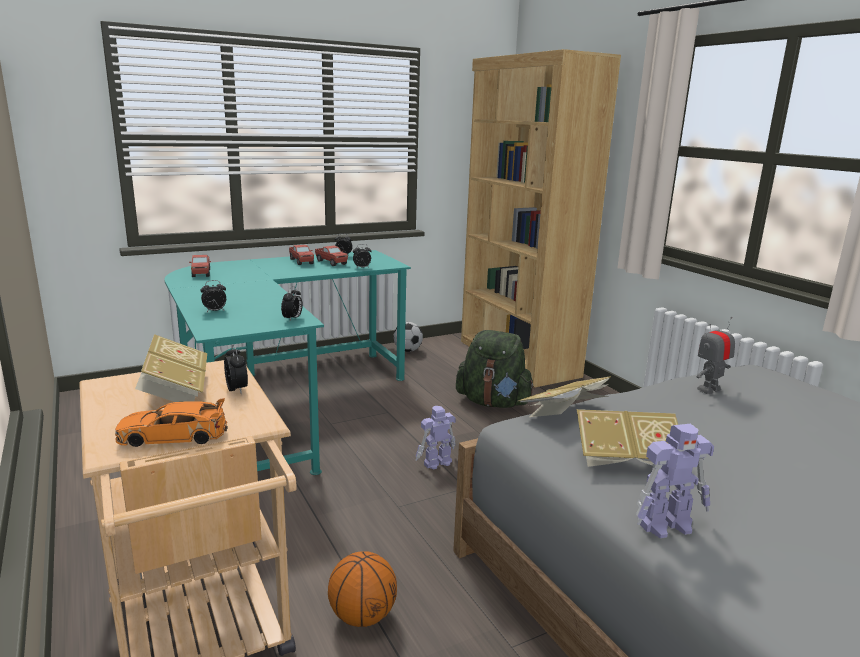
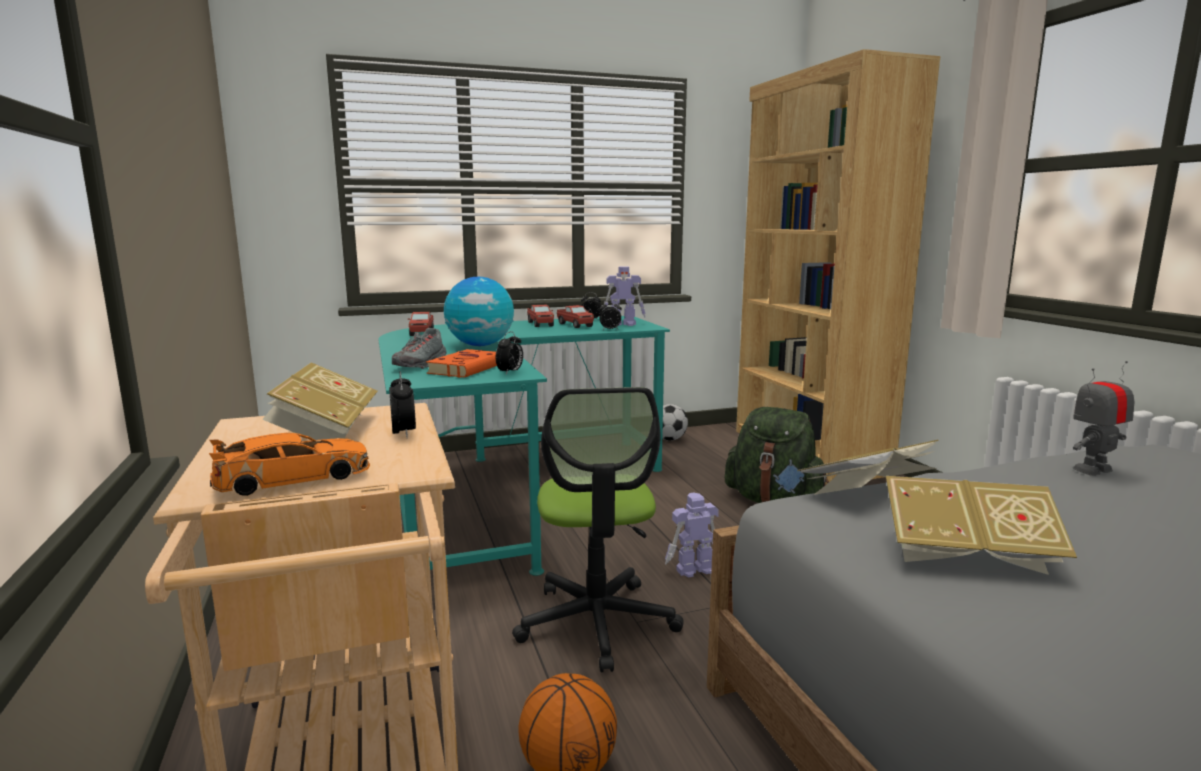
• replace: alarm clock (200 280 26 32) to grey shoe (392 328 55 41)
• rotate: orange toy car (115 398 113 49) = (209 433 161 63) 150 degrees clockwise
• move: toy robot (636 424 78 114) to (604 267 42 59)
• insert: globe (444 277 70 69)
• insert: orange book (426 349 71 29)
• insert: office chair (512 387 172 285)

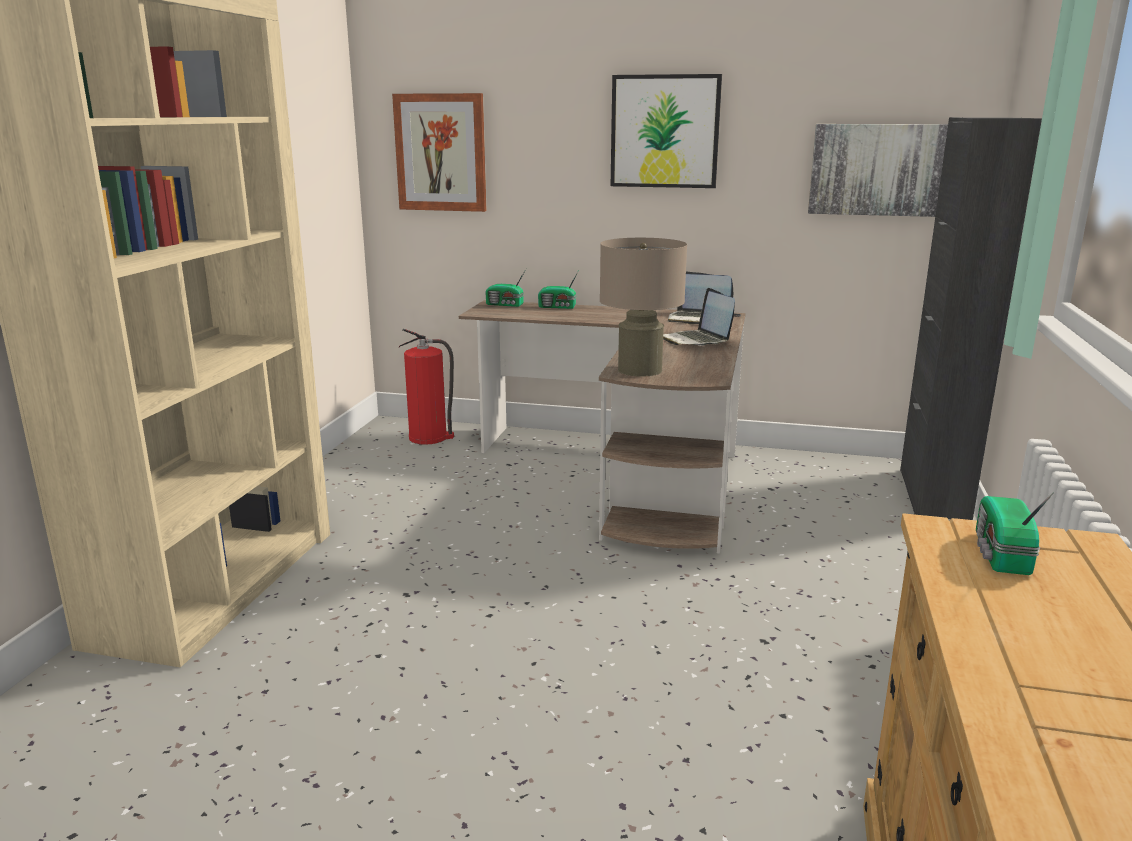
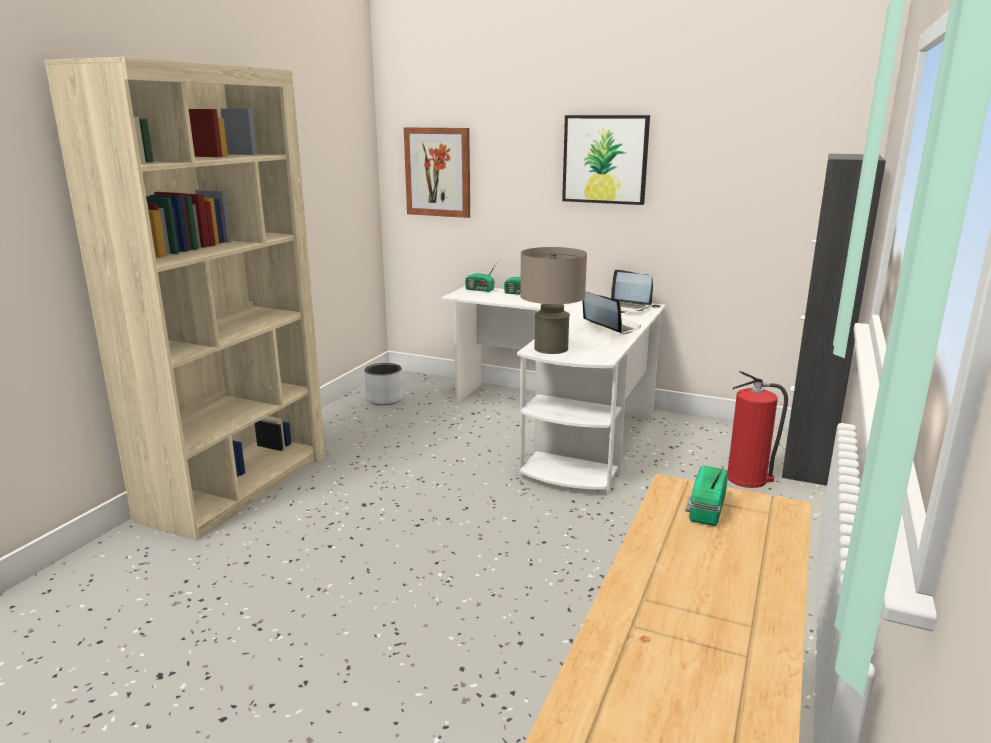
• delete: picture (808 124 140 93)
• rotate: laptop (663 288 72 58) = (583 292 58 42) 150 degrees clockwise
• recolor: brown desk (459 300 287 254) to white desk (441 286 225 209)
• move: fire extinguisher (399 329 55 116) to (728 371 60 117)
• insert: grey planter (365 363 38 42)

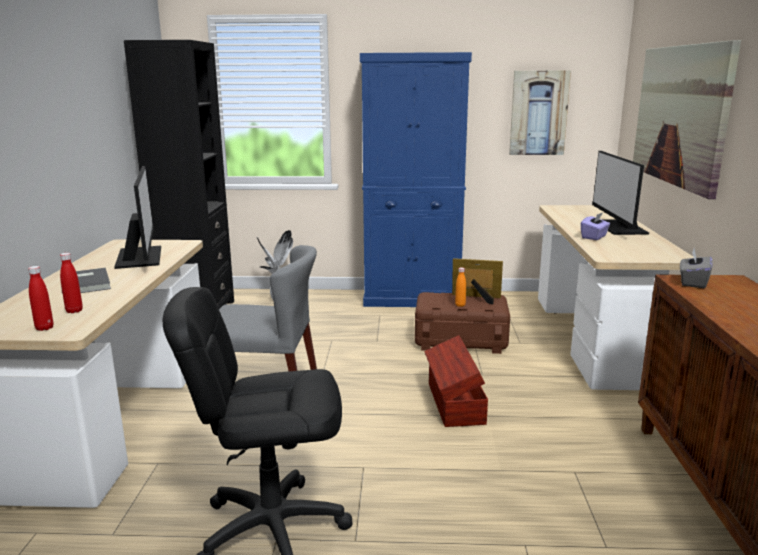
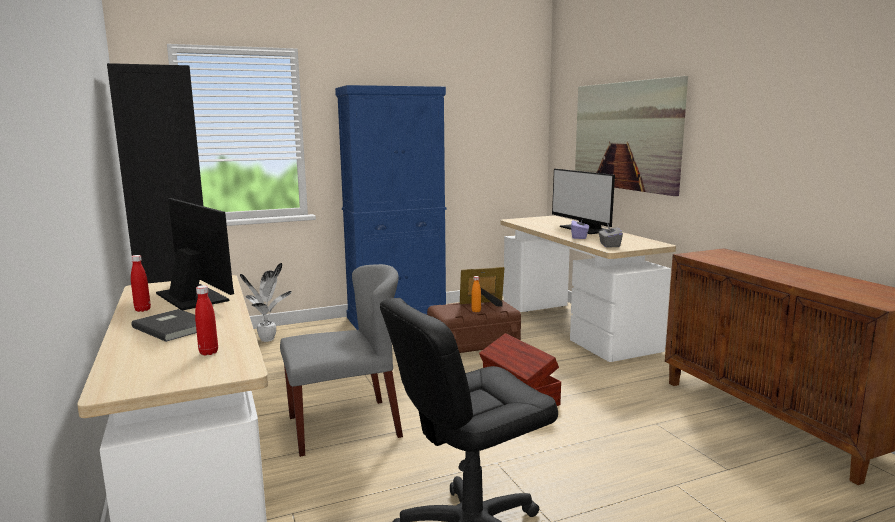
• delete: picture (509 70 62 85)
• move: grey tissue box (680 249 33 39) to (598 223 25 24)
• move: red bottle (28 266 26 65) to (131 255 20 57)

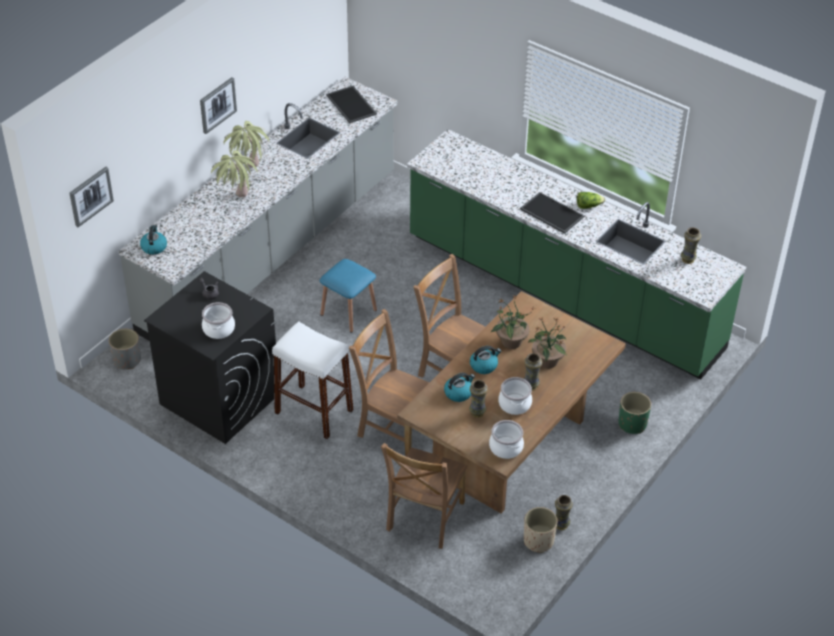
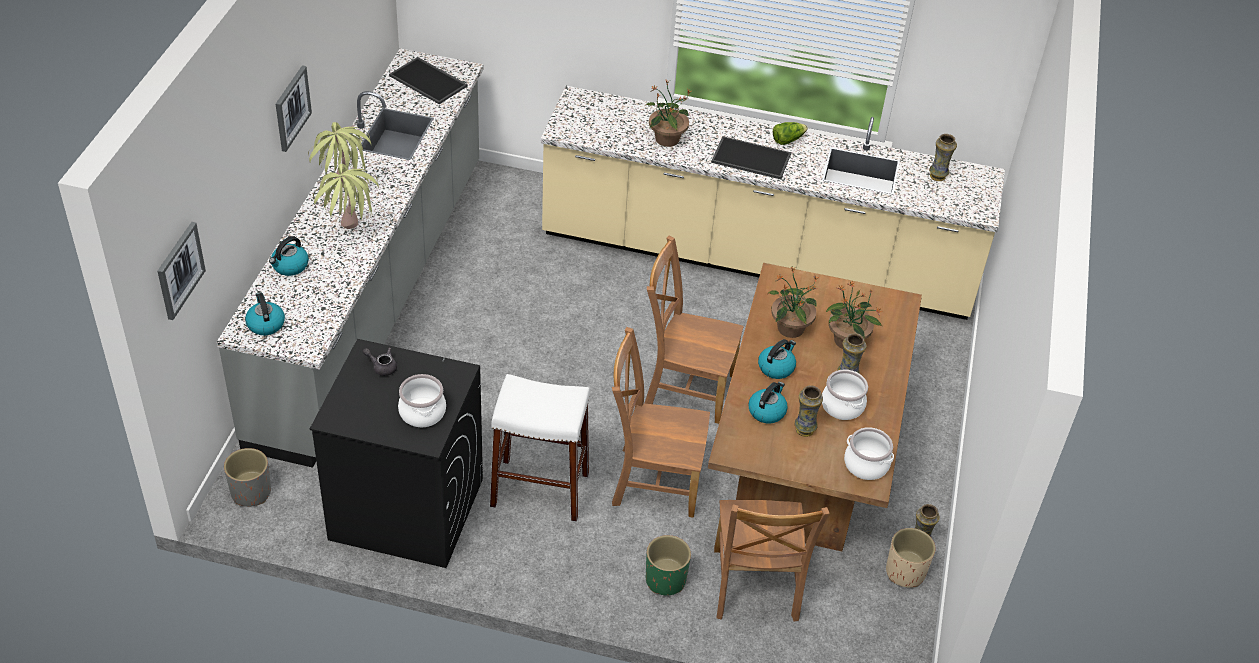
• recolor: green counter (407 129 339 250) to beige counter (541 86 464 234)
• delete: blue stool (320 259 57 74)
• move: green planter (618 392 33 42) to (646 535 45 61)
• insert: potted plant (646 79 45 68)
• insert: kettle (269 236 40 40)

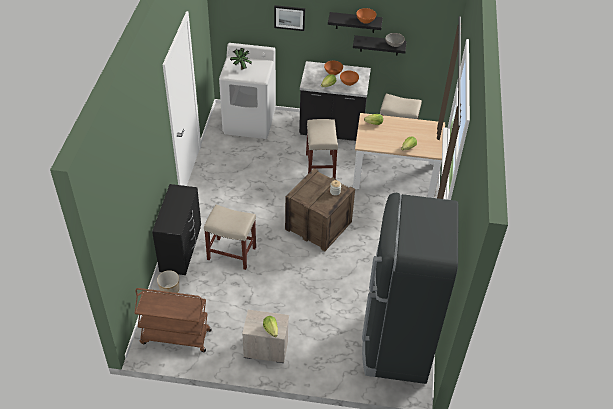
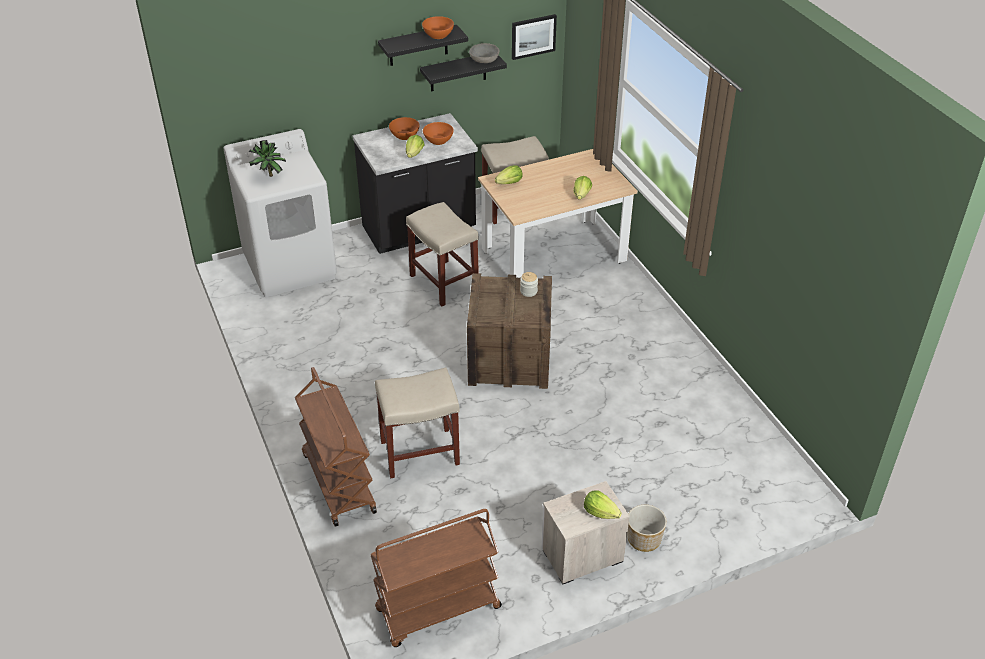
• move: picture (274 5 31 26) to (512 14 45 46)
• replace: black dresser (152 184 49 91) to brown cart (295 367 82 160)
• delete: black fridge (362 193 97 191)
• move: planter (157 270 22 25) to (628 505 39 47)

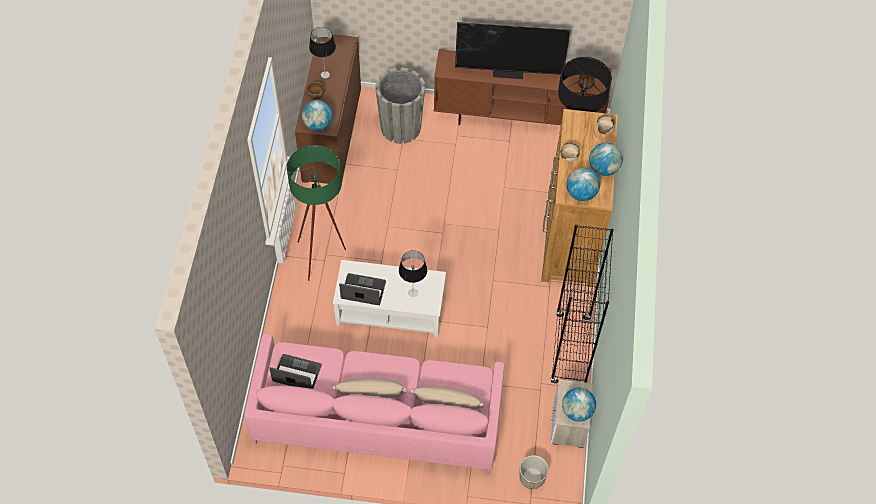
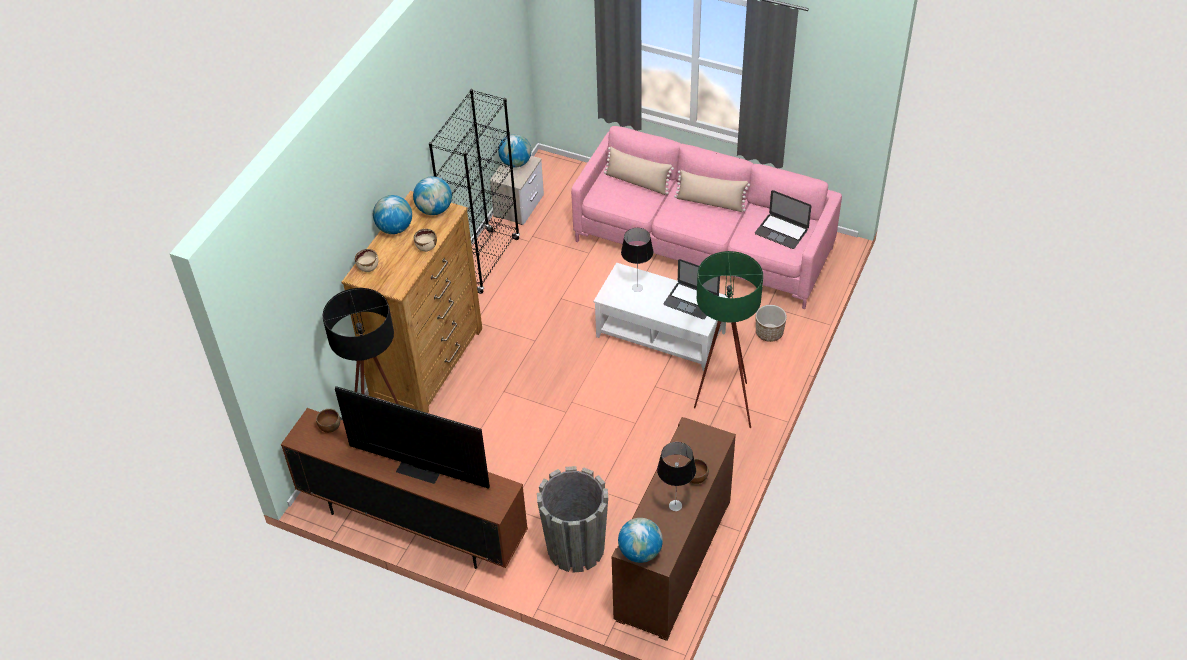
• move: globe (302 100 30 31) to (618 518 45 45)
• move: planter (519 455 30 34) to (756 305 31 37)

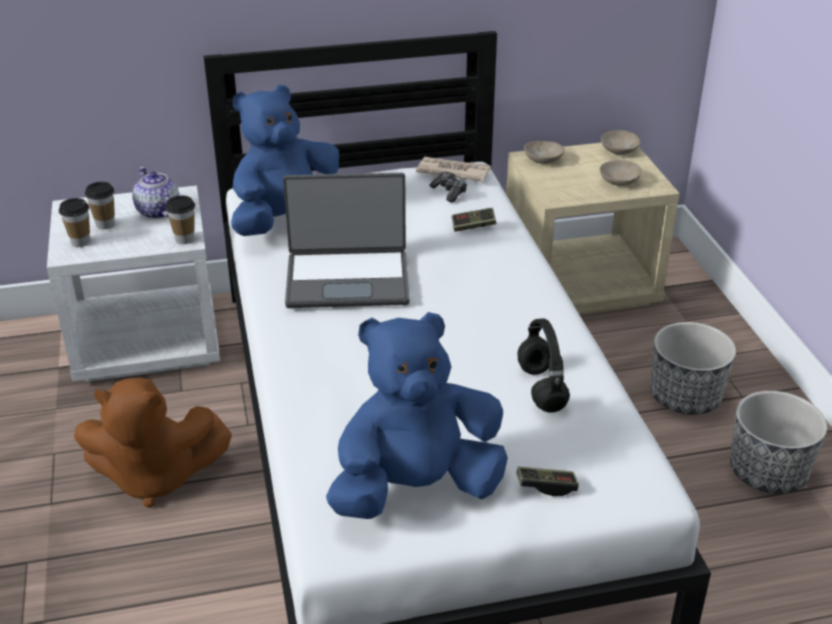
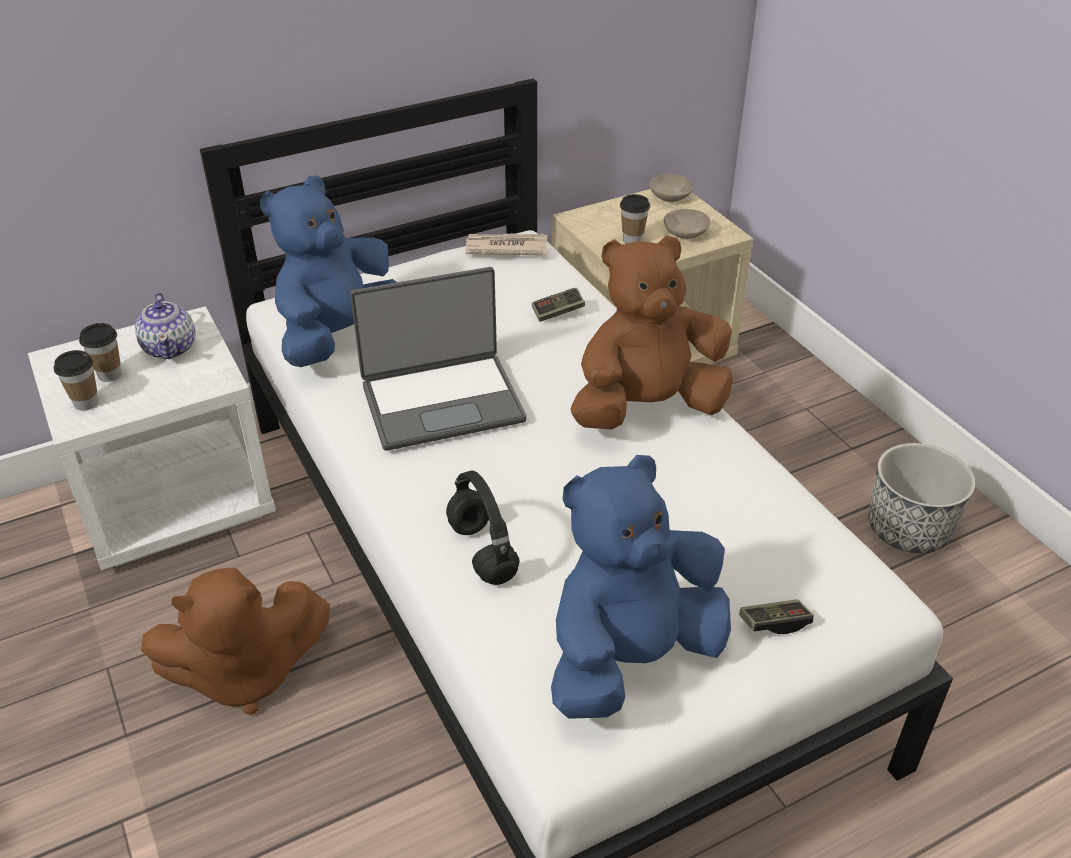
• delete: beige bowl (524 141 41 23)
• rotate: teapot (132 167 48 52) = (135 293 61 66) 150 degrees counterclockwise
• delete: game controller (429 172 38 30)
• move: cup (165 195 30 49) to (620 194 30 50)
• move: black headphones (517 318 53 95) to (446 470 73 115)
• delete: planter (650 322 86 93)
• insert: brown plush toy (571 235 162 195)

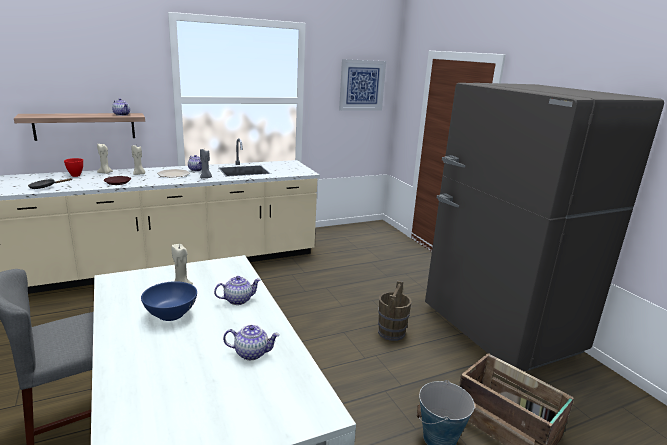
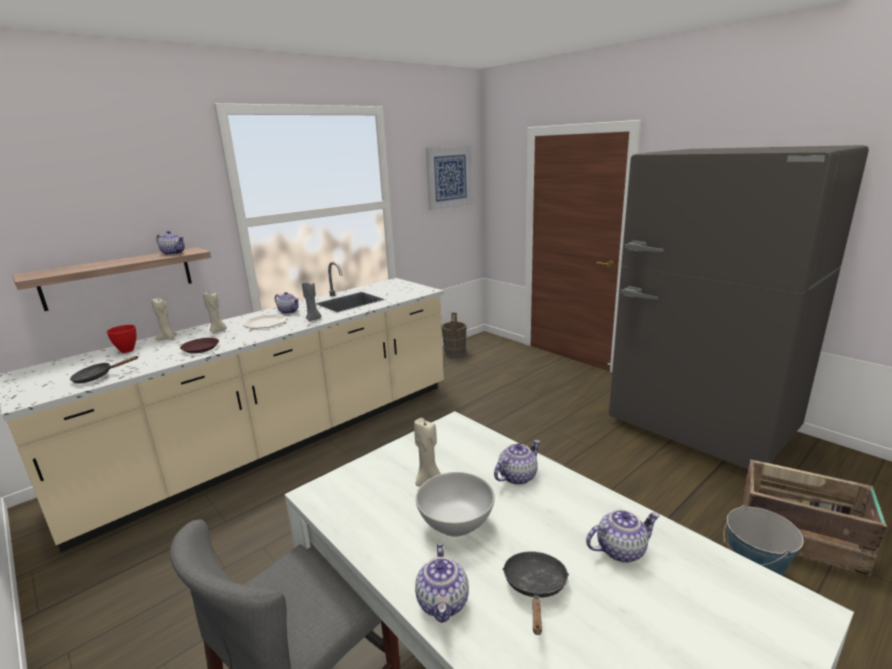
• recolor: blue bowl (141 281 56 40) to white bowl (416 472 79 65)
• move: brown bucket (378 281 34 60) to (442 312 25 46)
• insert: teapot (415 543 54 80)
• insert: black frying pan (502 551 67 84)

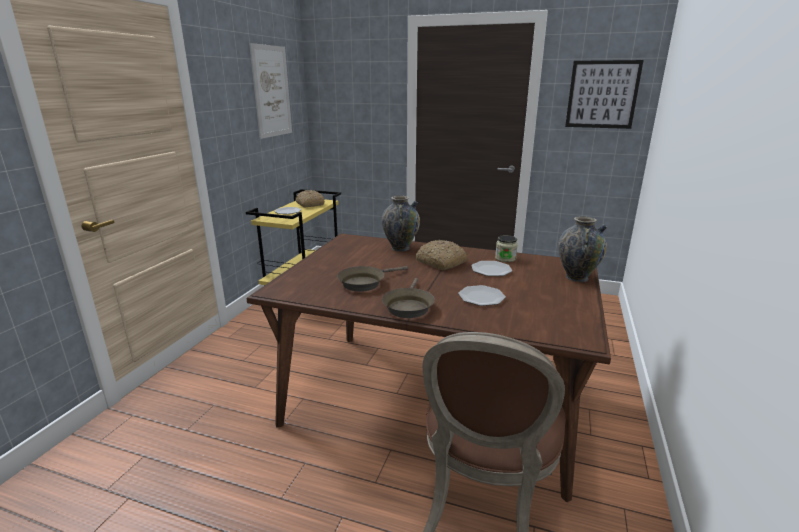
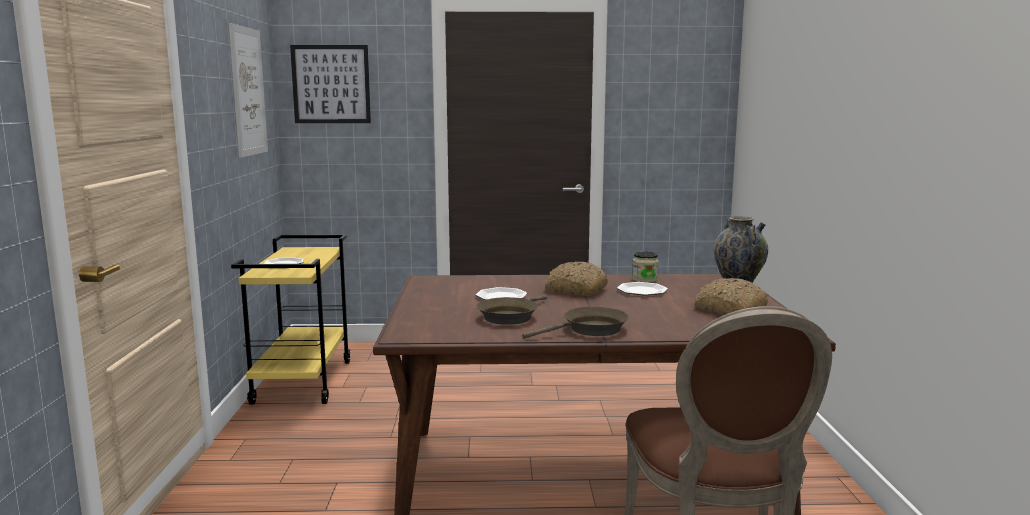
• move: picture (565 60 79 69) to (290 45 81 78)
• move: bread (295 190 30 17) to (694 278 74 36)
• delete: vase (382 196 38 55)
• rotate: brown frying pan (382 278 53 40) = (522 307 107 32) 105 degrees counterclockwise
• move: plate (458 285 48 21) to (476 287 51 13)

